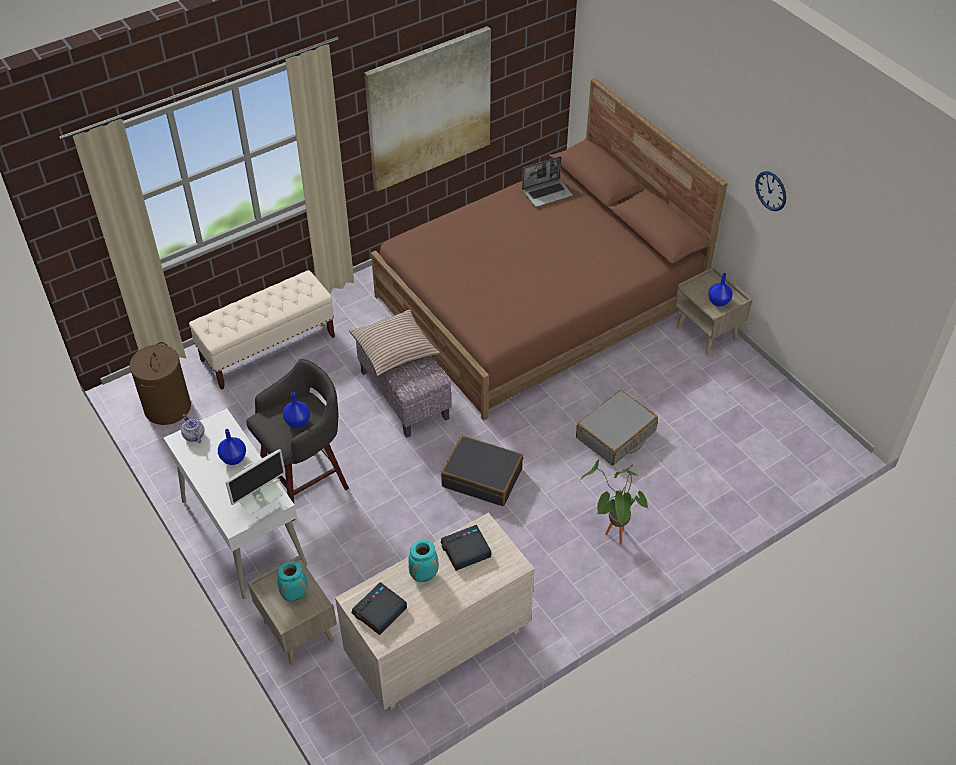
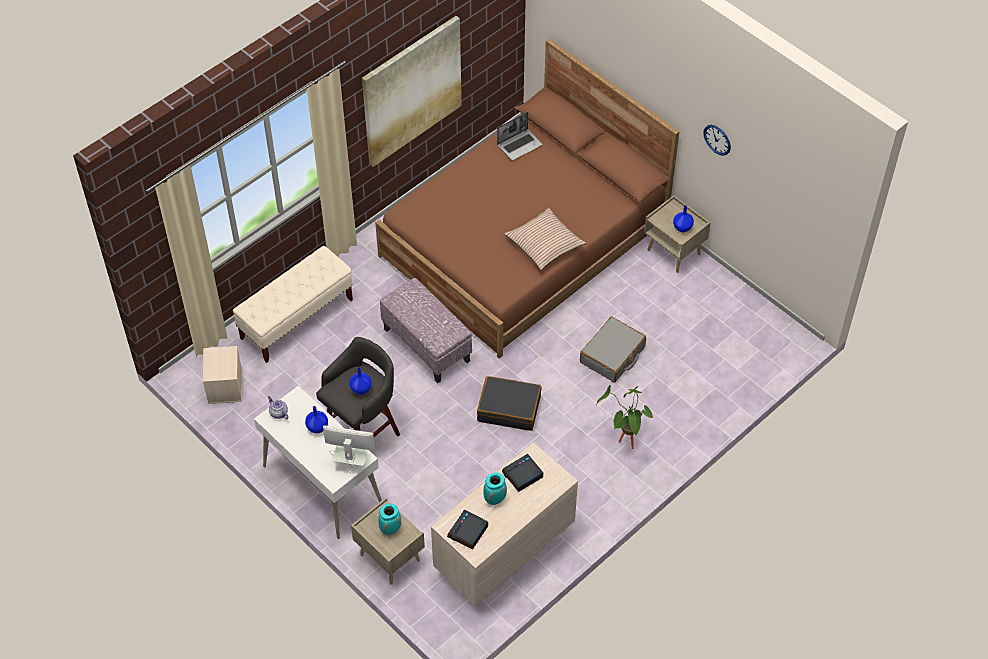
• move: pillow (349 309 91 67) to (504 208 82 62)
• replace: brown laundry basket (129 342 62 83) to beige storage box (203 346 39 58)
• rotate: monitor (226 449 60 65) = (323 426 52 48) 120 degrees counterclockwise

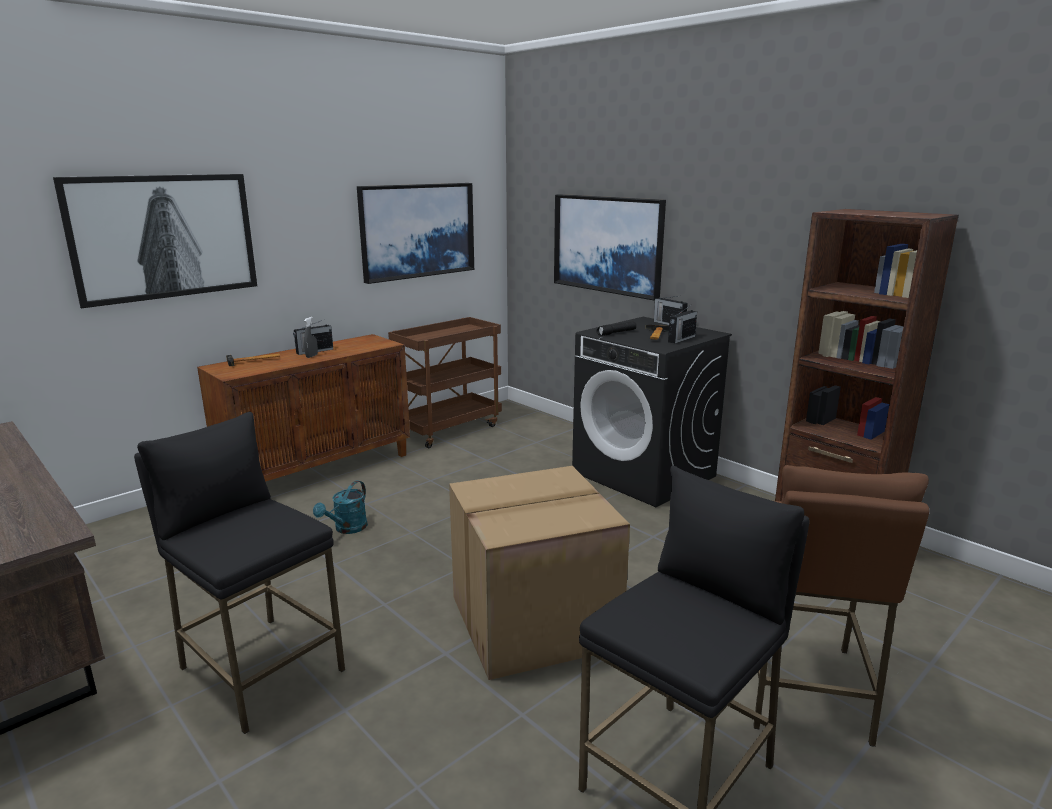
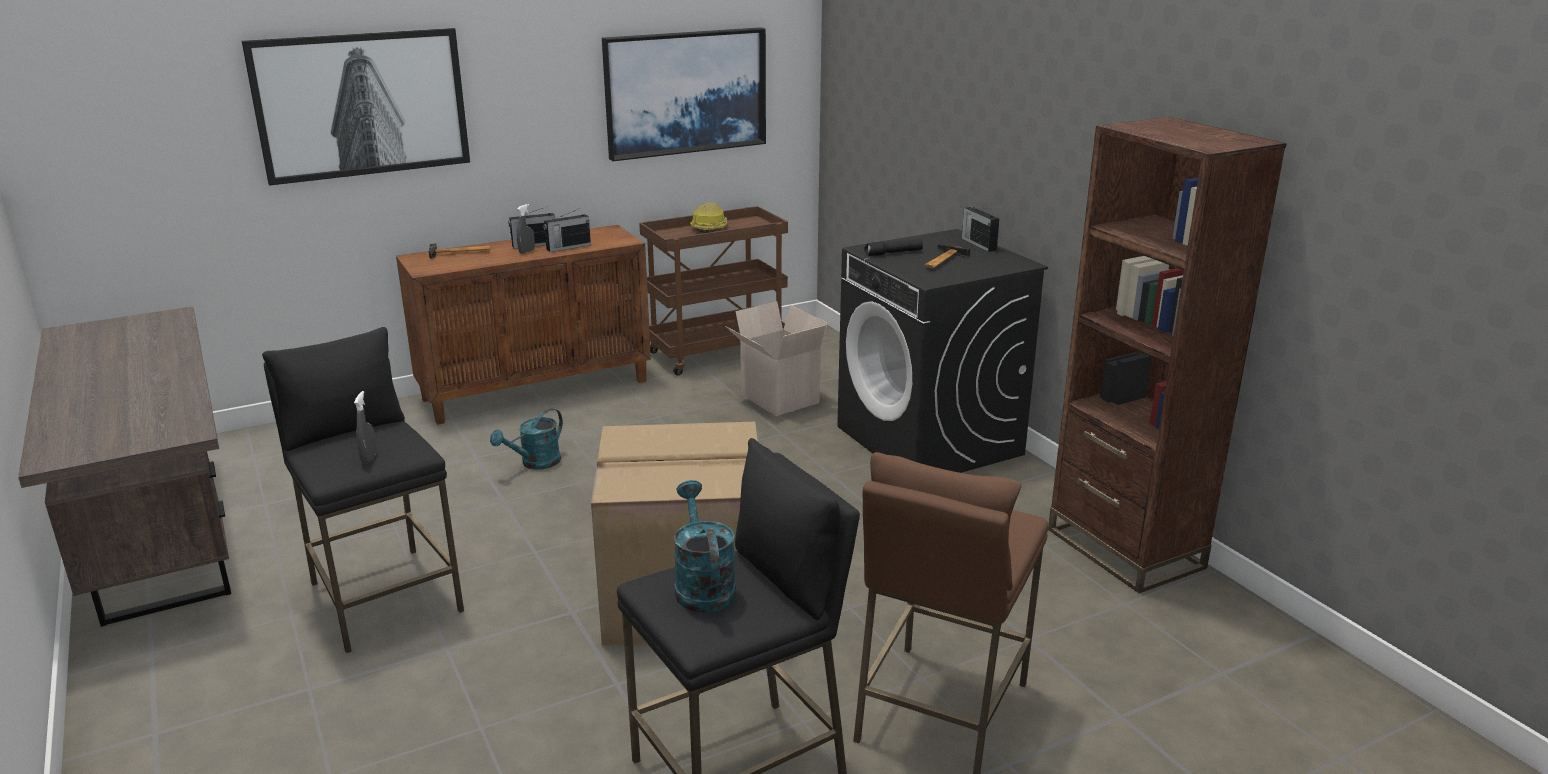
• delete: picture (554 194 112 107)
• move: radio (668 304 29 39) to (543 208 48 44)
• insert: hard hat (690 202 38 31)
• insert: cardboard box (725 301 103 115)
• insert: grey spray bottle (354 391 23 73)
• insert: turquoise watering can (674 480 62 133)

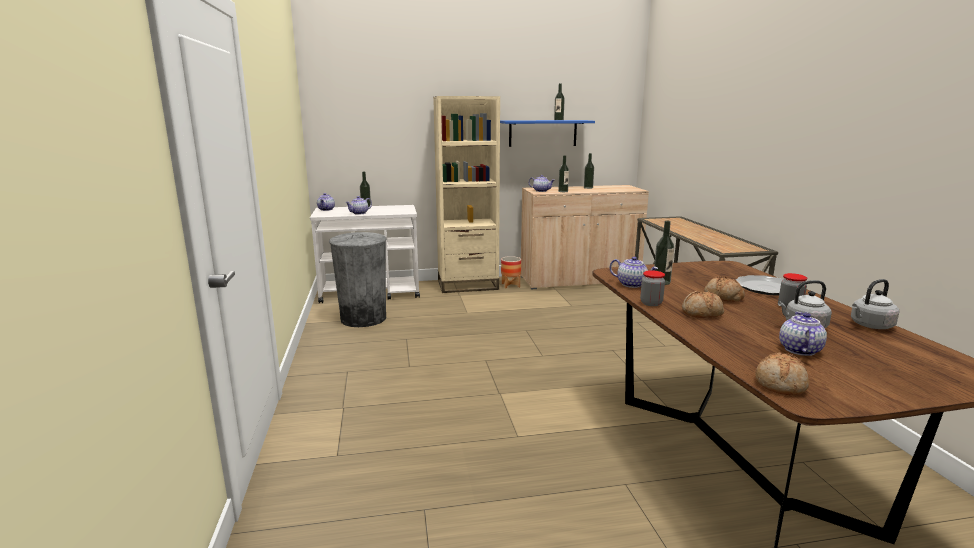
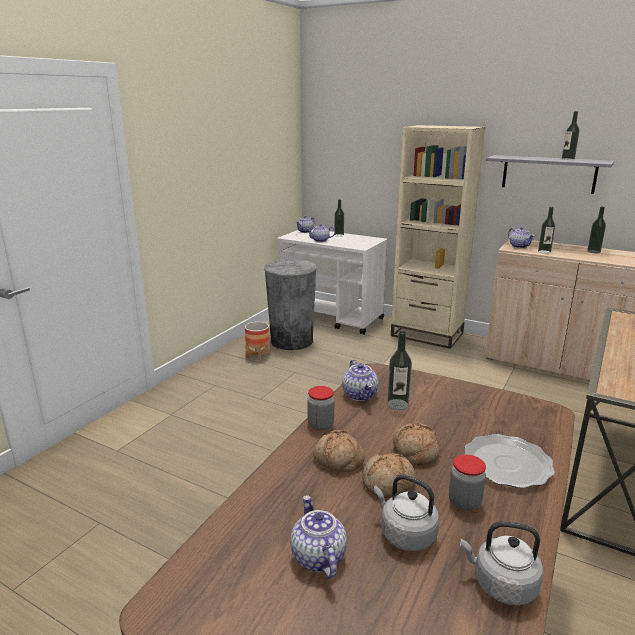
• recolor: blue shelf (500 120 95 27) to grey shelf (486 155 128 39)
• move: planter (501 256 20 32) to (245 322 25 40)
• rotate: teapot (779 312 48 44) = (291 495 56 84) 75 degrees counterclockwise
• move: bread (755 352 54 43) to (362 453 54 45)

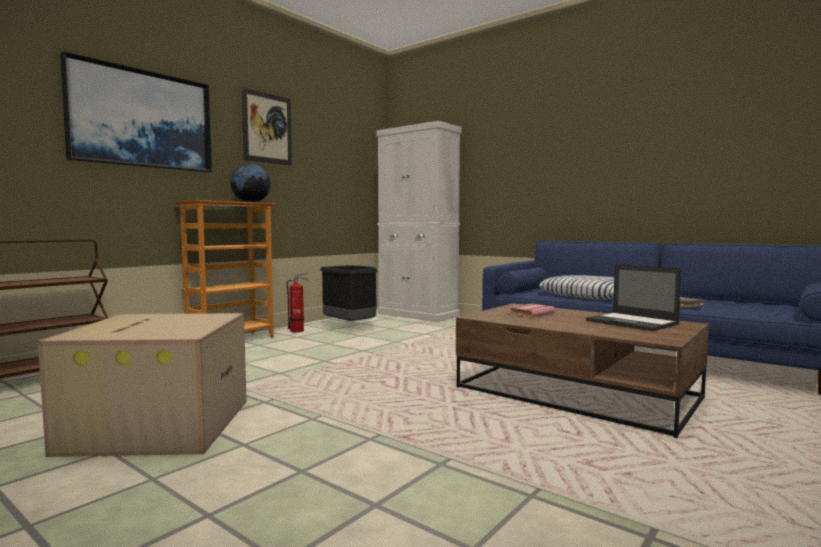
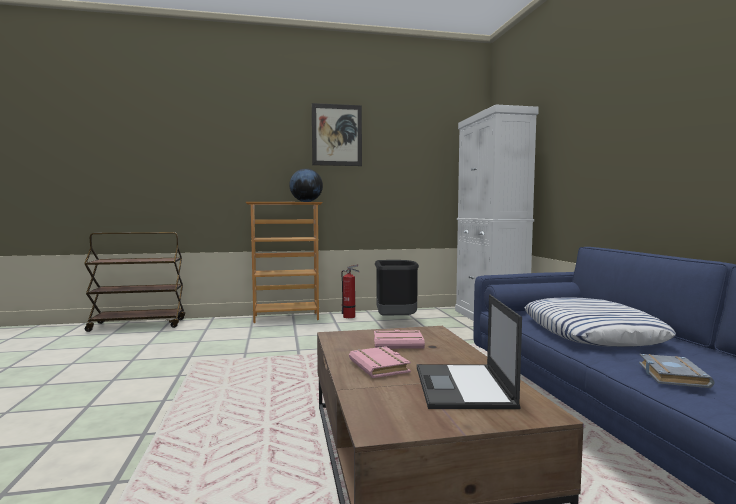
• delete: picture (60 51 152 122)
• delete: cardboard box (38 313 209 144)
• insert: pink book (349 346 62 32)

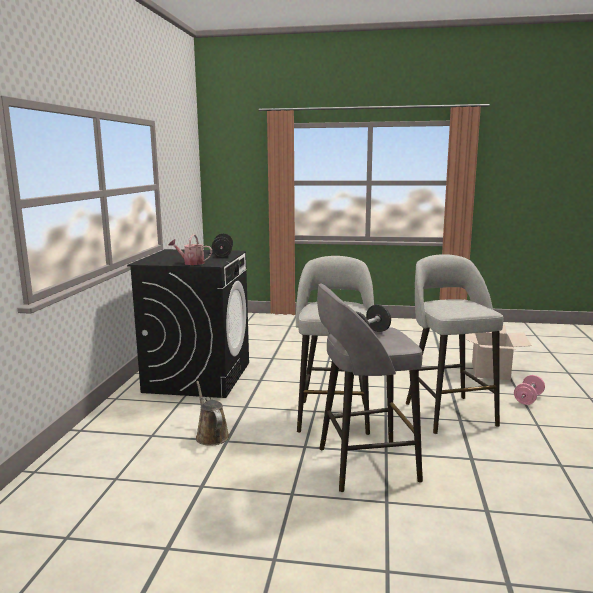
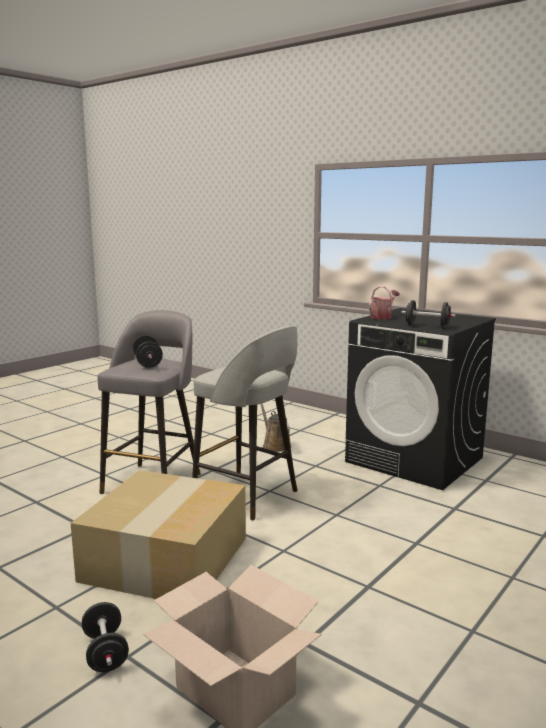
• replace: grey stool (406 254 98 180) to cardboard box (71 470 175 129)
• recolor: pink dumbbell (514 375 31 30) to black dumbbell (82 602 47 70)
• rotate: brown watering can (196 381 33 64) = (261 404 30 48) 120 degrees counterclockwise

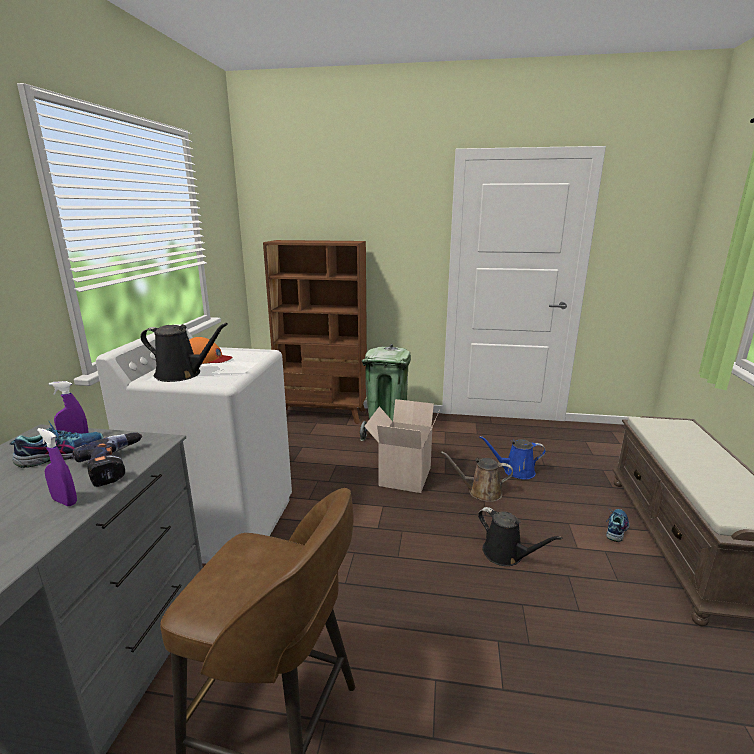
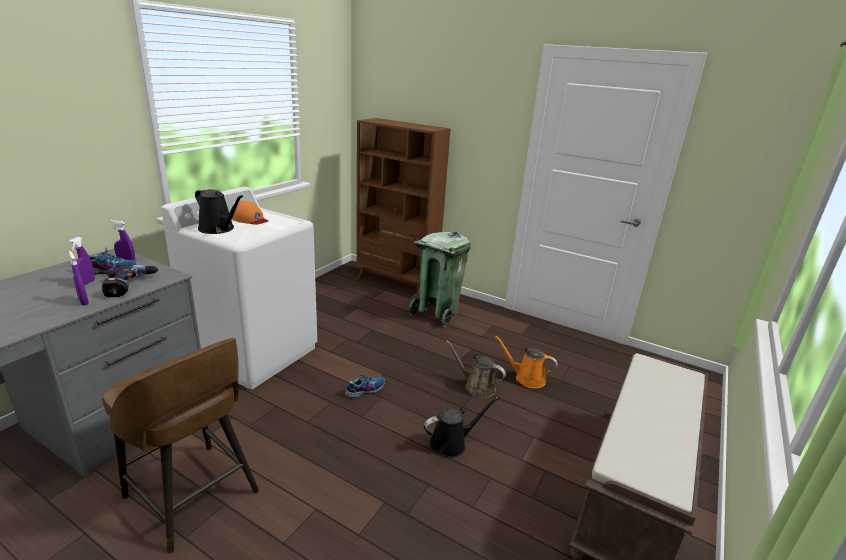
• delete: cardboard box (364 399 76 94)
• recolor: blue watering can (479 436 67 43) to orange watering can (495 336 63 53)
• rotate: black watering can (478 507 84 59) = (424 397 74 61) 90 degrees counterclockwise
• move: shoe (606 509 23 33) to (345 373 40 25)
• insert: purple spray bottle (68 237 27 48)

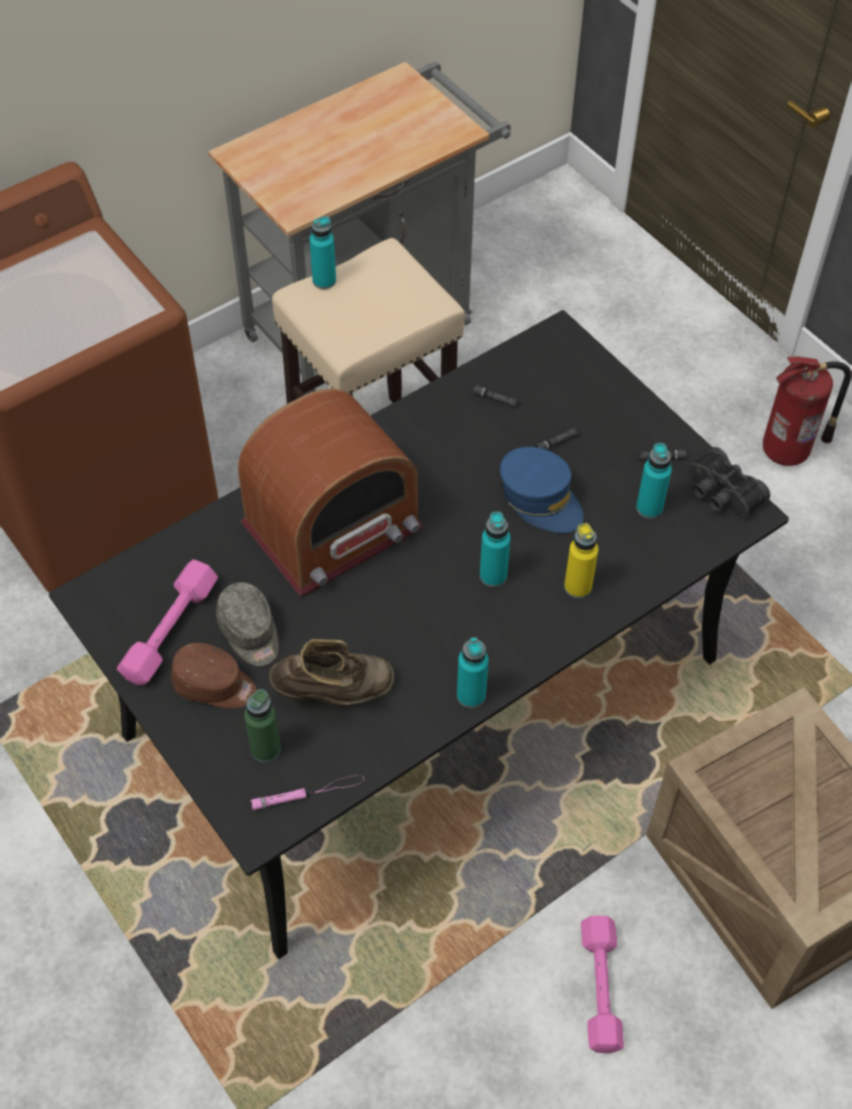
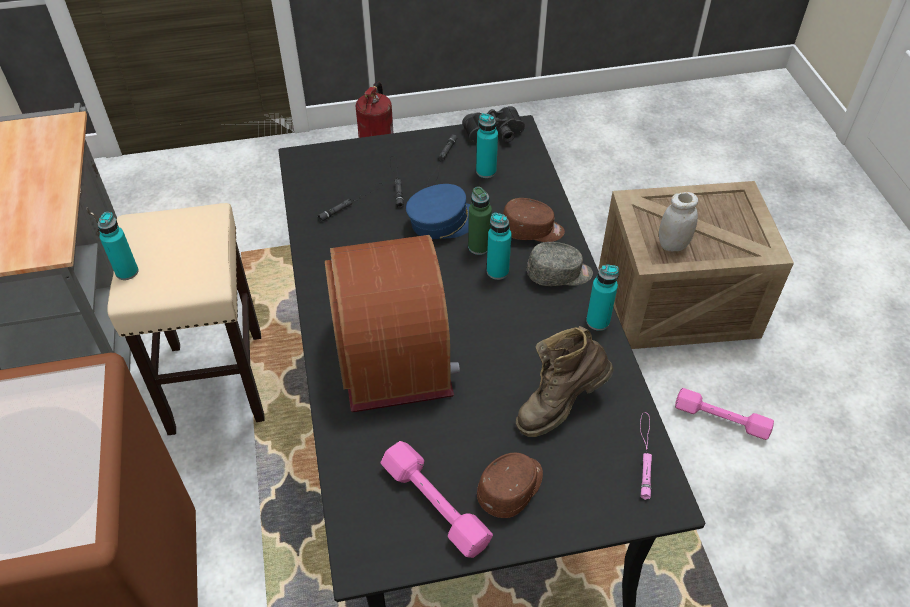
• replace: yellow bottle (564 523 34 75) to brown cap (503 198 62 44)
• move: grey cap (216 582 63 84) to (527 242 66 44)
• rotate: brown boot (268 639 126 68) = (516 326 97 111) 135 degrees counterclockwise
• move: green bottle (244 689 37 74) to (468 187 24 68)
• insert: white jar (659 192 39 59)

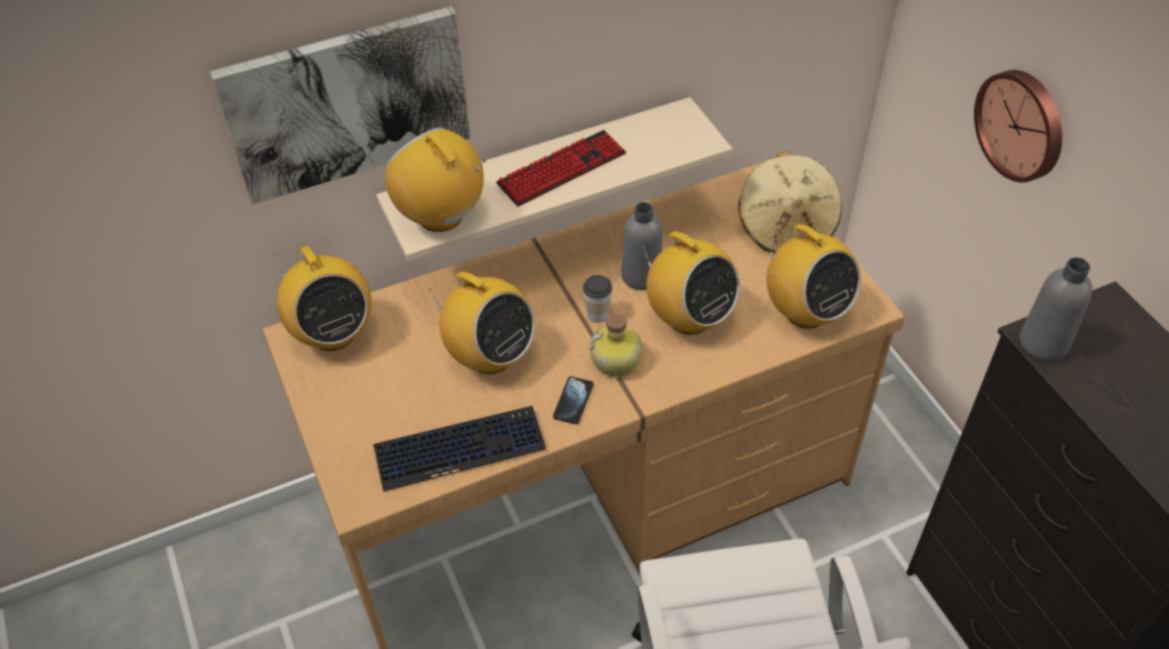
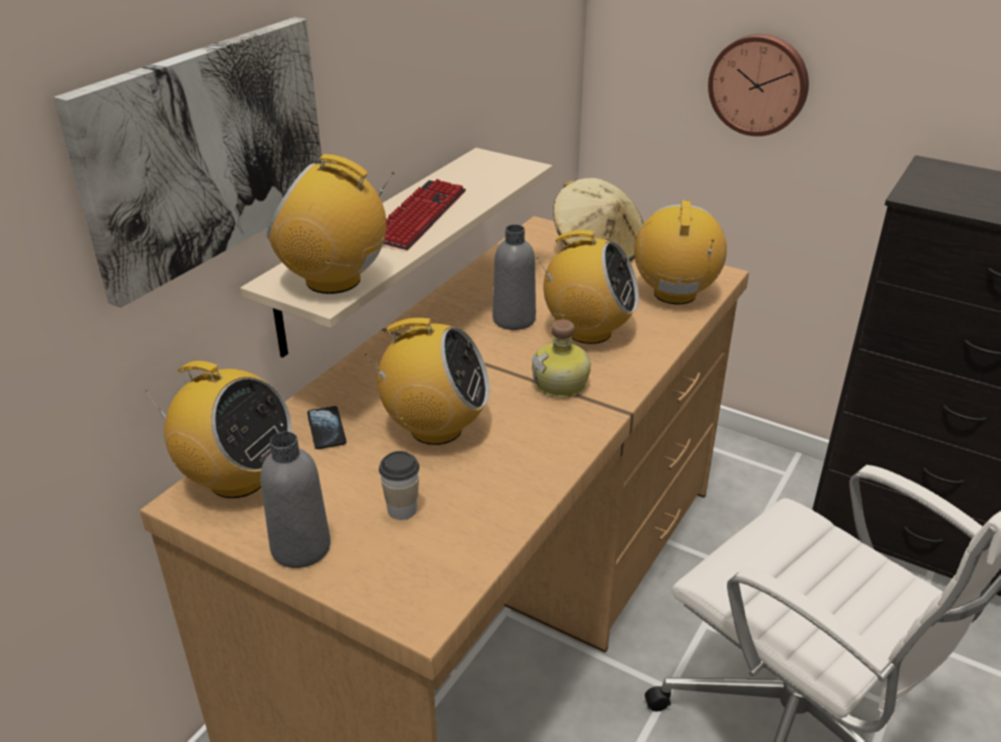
• rotate: radio (766 224 95 104) = (634 200 93 104) 105 degrees counterclockwise
• move: grey bottle (1020 257 72 104) to (260 432 71 136)
• move: cup (583 275 29 48) to (379 451 41 69)
• move: phone (553 376 41 48) to (307 406 40 43)
• delete: keyboard (373 406 173 86)

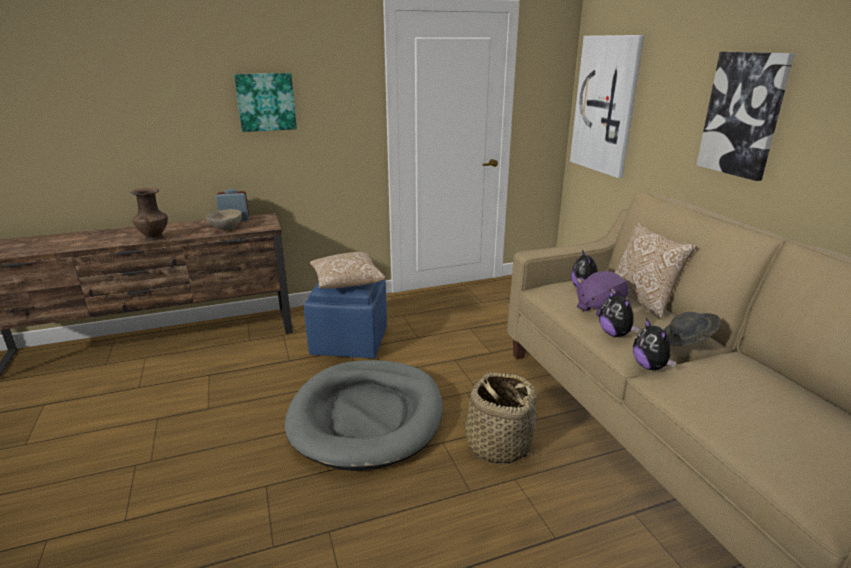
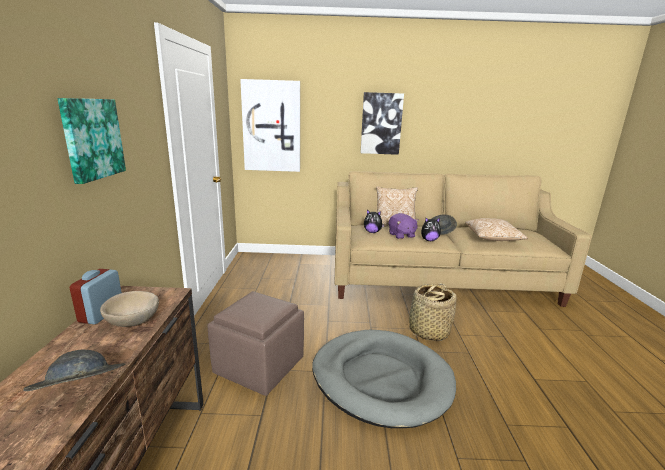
• replace: brown vase (130 187 38 54) to grey hat (24 349 101 42)
• move: pillow (310 252 75 37) to (465 218 63 23)
• recolor: blue ottoman (304 279 83 80) to brown ottoman (207 291 97 105)
• delete: plush toy (633 318 43 52)

